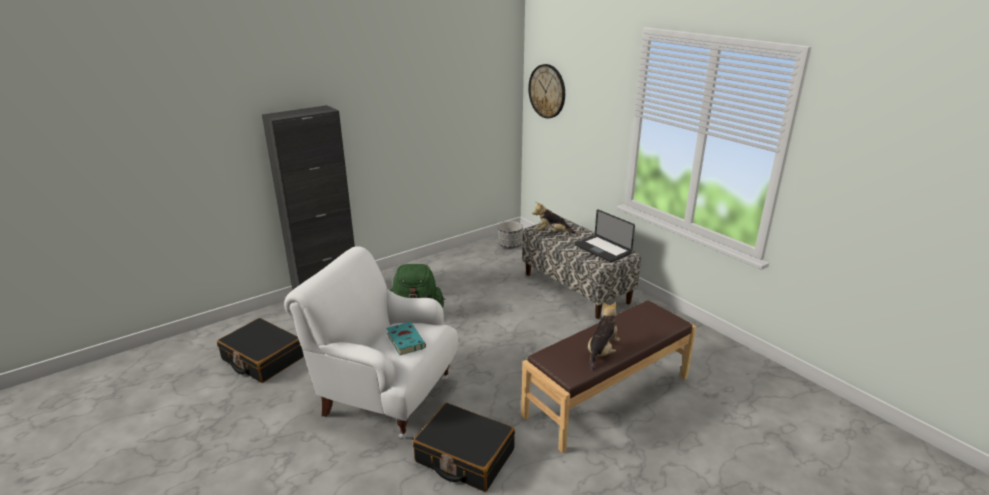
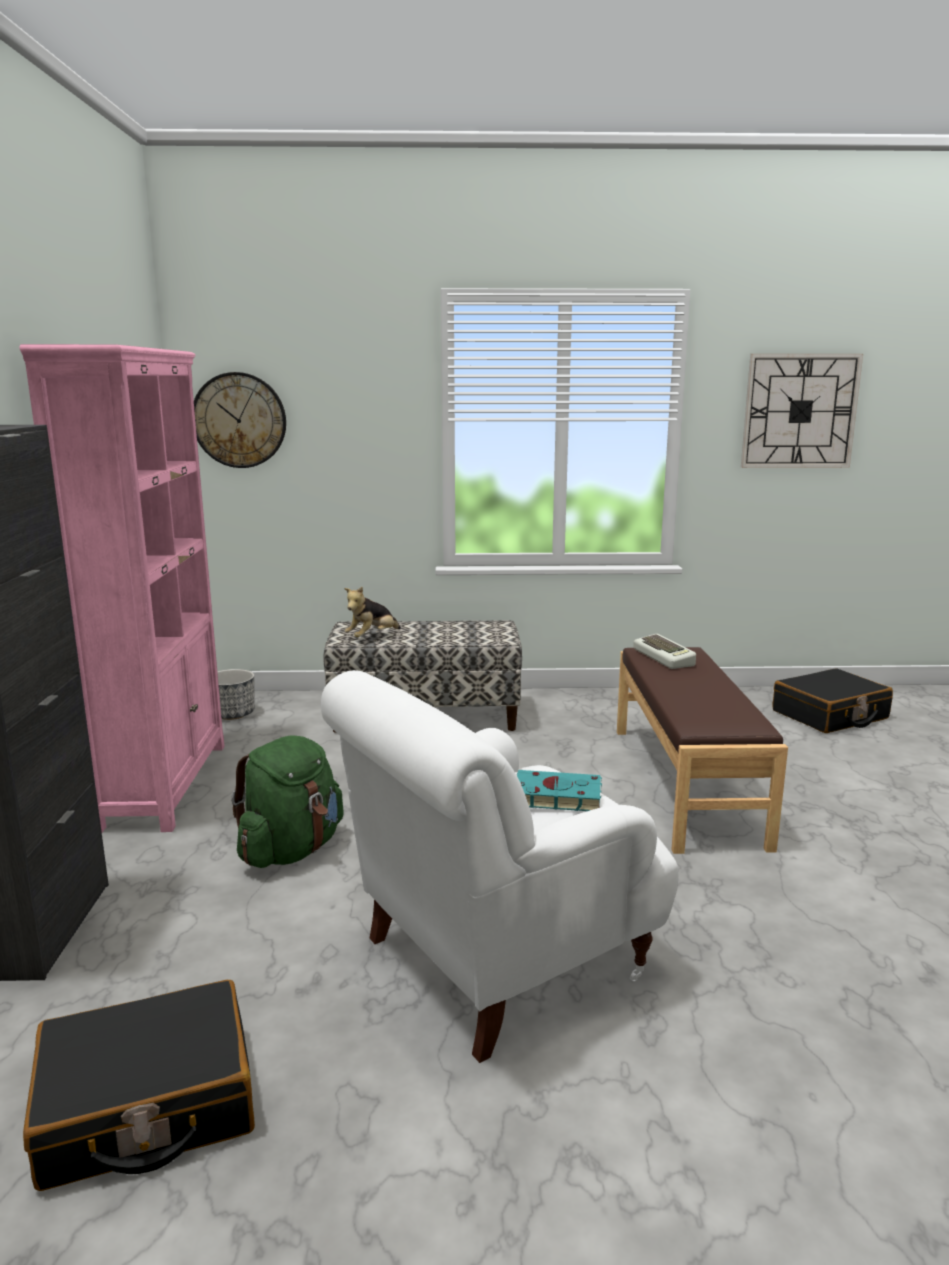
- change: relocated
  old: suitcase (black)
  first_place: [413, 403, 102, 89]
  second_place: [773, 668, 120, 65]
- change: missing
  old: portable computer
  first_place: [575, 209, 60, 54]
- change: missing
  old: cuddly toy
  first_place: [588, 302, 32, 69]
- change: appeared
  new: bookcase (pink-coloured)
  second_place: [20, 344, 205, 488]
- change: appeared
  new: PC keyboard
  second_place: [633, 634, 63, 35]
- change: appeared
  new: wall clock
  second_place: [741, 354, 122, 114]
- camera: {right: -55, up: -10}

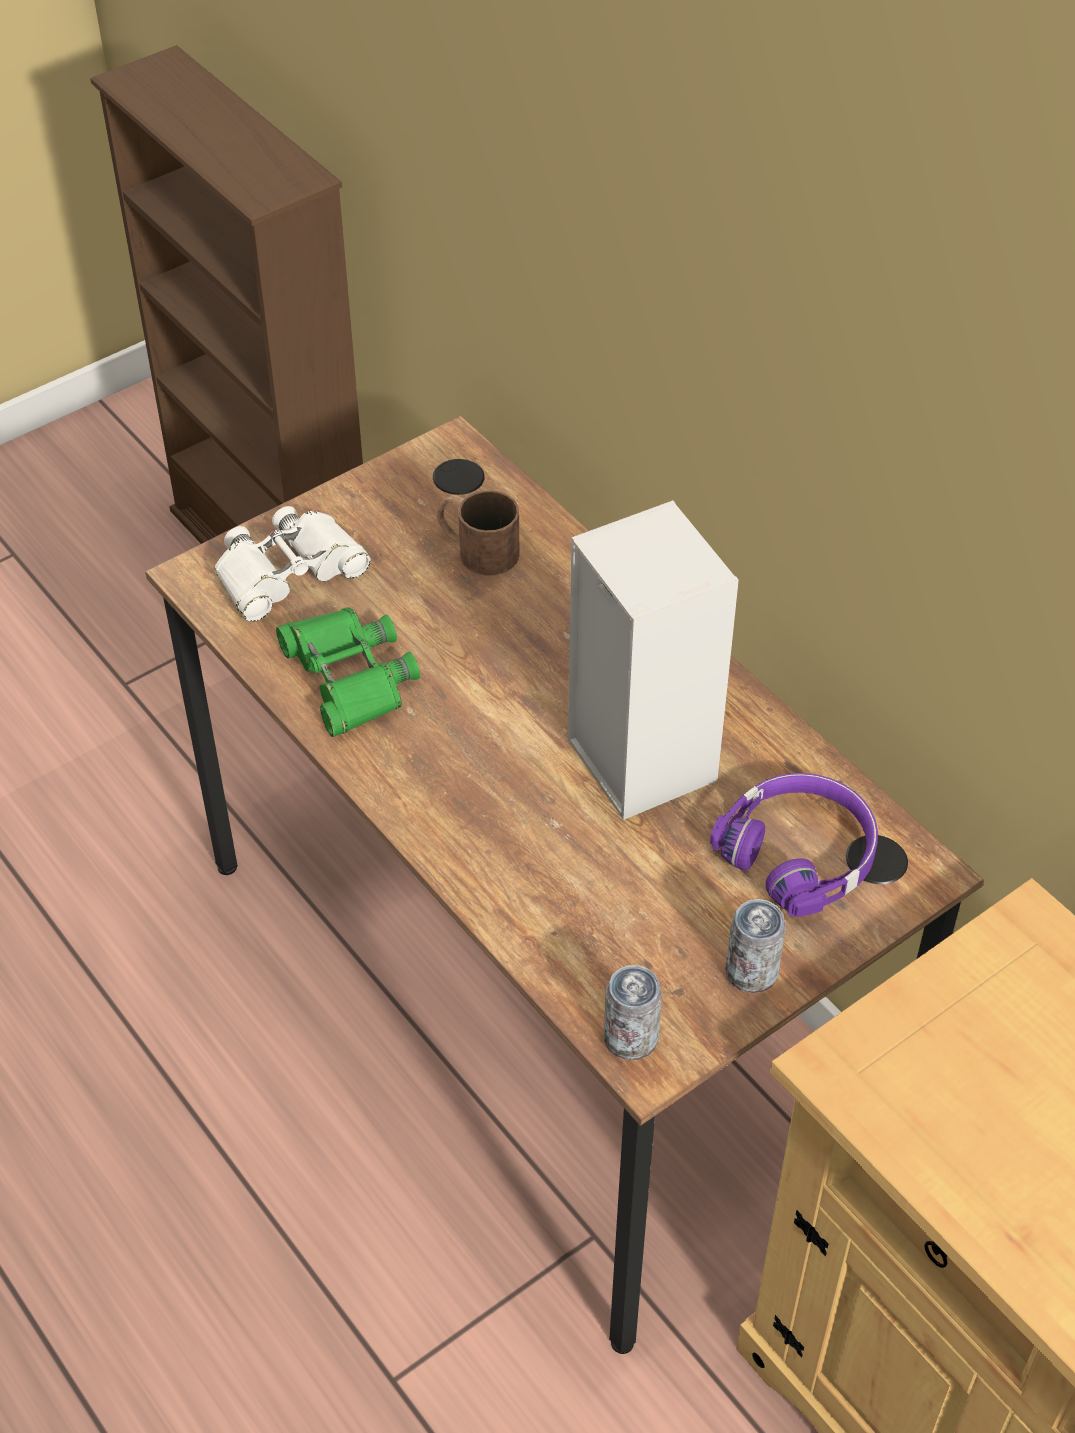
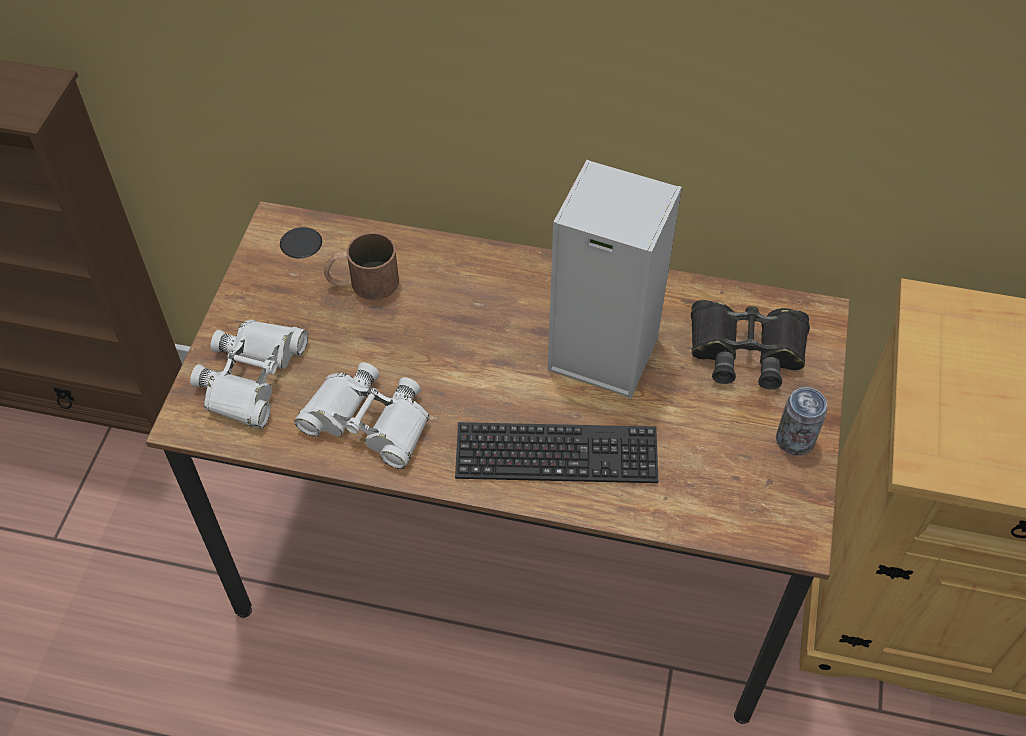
- change: colour
  old: binoculars (green)
  new: binoculars (white)
  first_place: [276, 607, 144, 130]
  second_place: [294, 362, 135, 107]
- change: missing
  old: can
  first_place: [604, 965, 58, 95]
- change: exchanged
  old: headset (purplish)
  new: binoculars (black)
  first_place: [710, 773, 168, 144]
  second_place: [691, 300, 118, 89]
- change: appeared
  new: PC keyboard
  second_place: [455, 422, 203, 61]
- camera: {right: -40, up: 5}

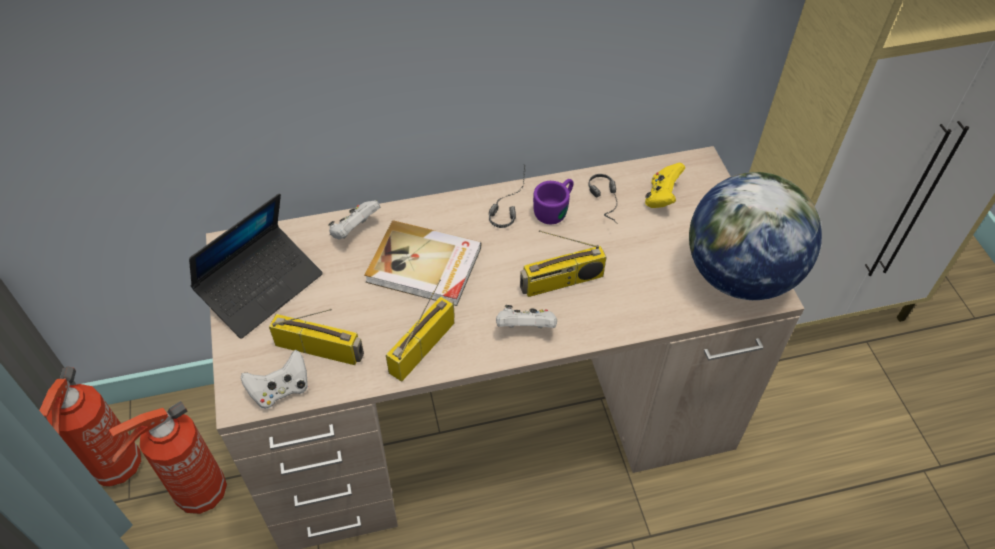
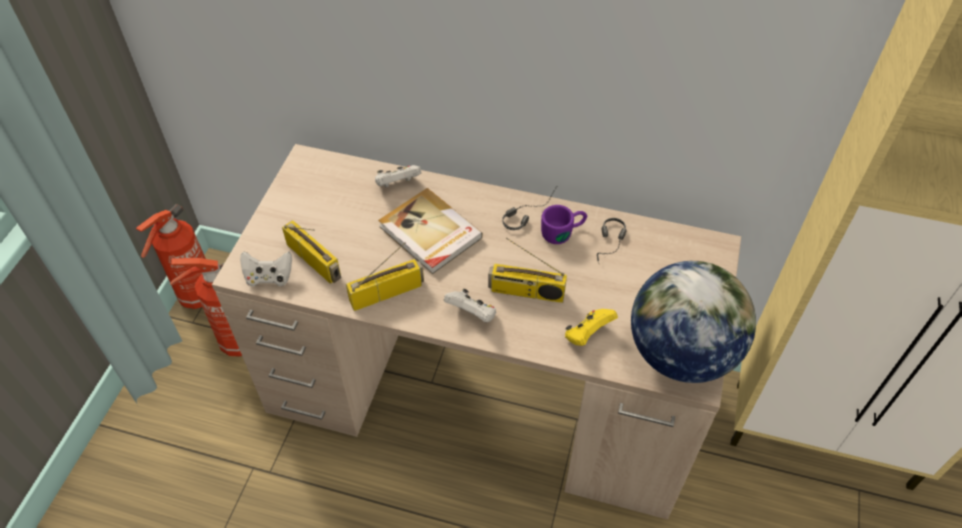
- change: missing
  old: portable computer
  first_place: [189, 193, 134, 146]
- change: relocated
  old: gamepad (yellowish)
  first_place: [645, 163, 40, 45]
  second_place: [565, 309, 53, 37]
- camera: {right: 30, up: 0}

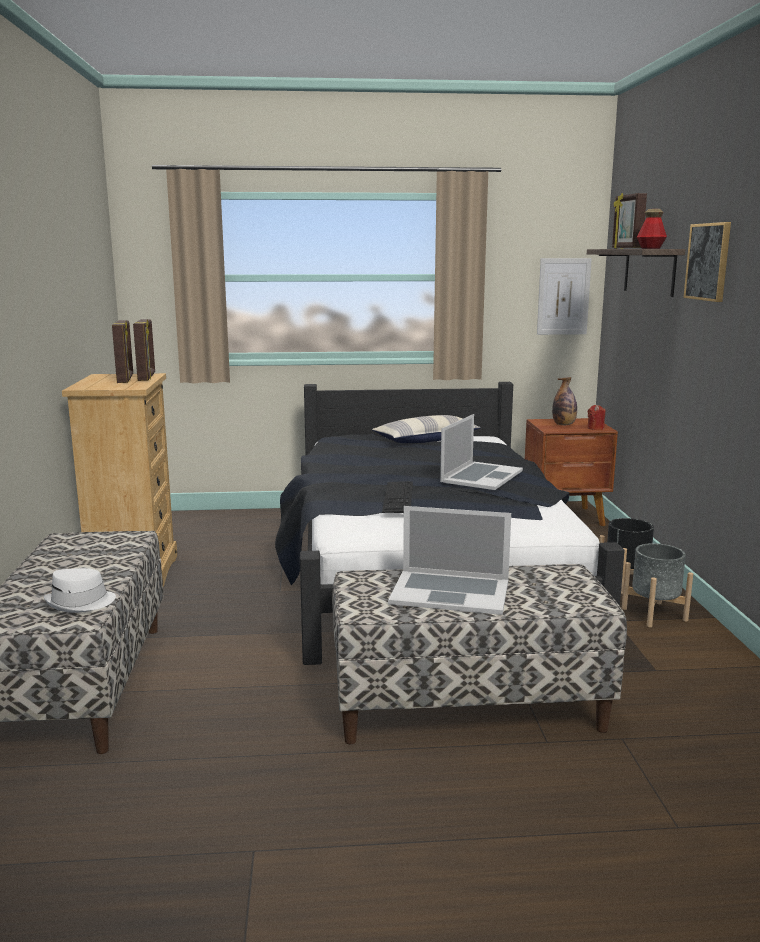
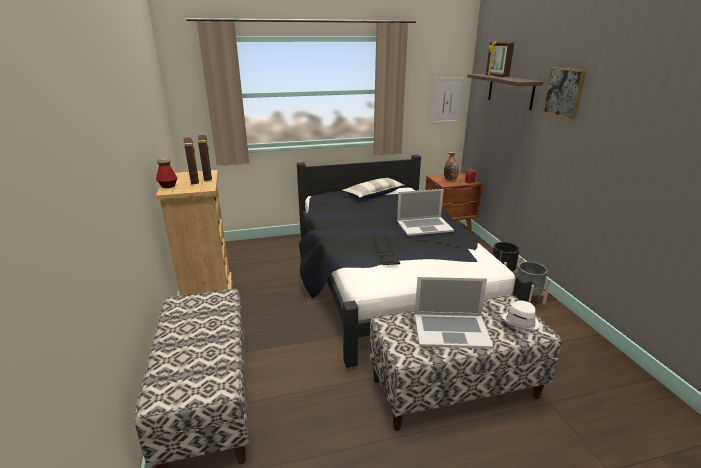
- change: relocated
  old: hat (white)
  first_place: [44, 568, 72, 45]
  second_place: [502, 301, 38, 30]
- change: spun
  old: portable computer
  first_place: [440, 414, 83, 76]
  second_place: [397, 189, 57, 47]
  degrees: 60
- change: relocated
  old: drink bottle
  first_place: [637, 209, 30, 40]
  second_place: [156, 158, 21, 30]
- camera: {right: -10, up: 10}

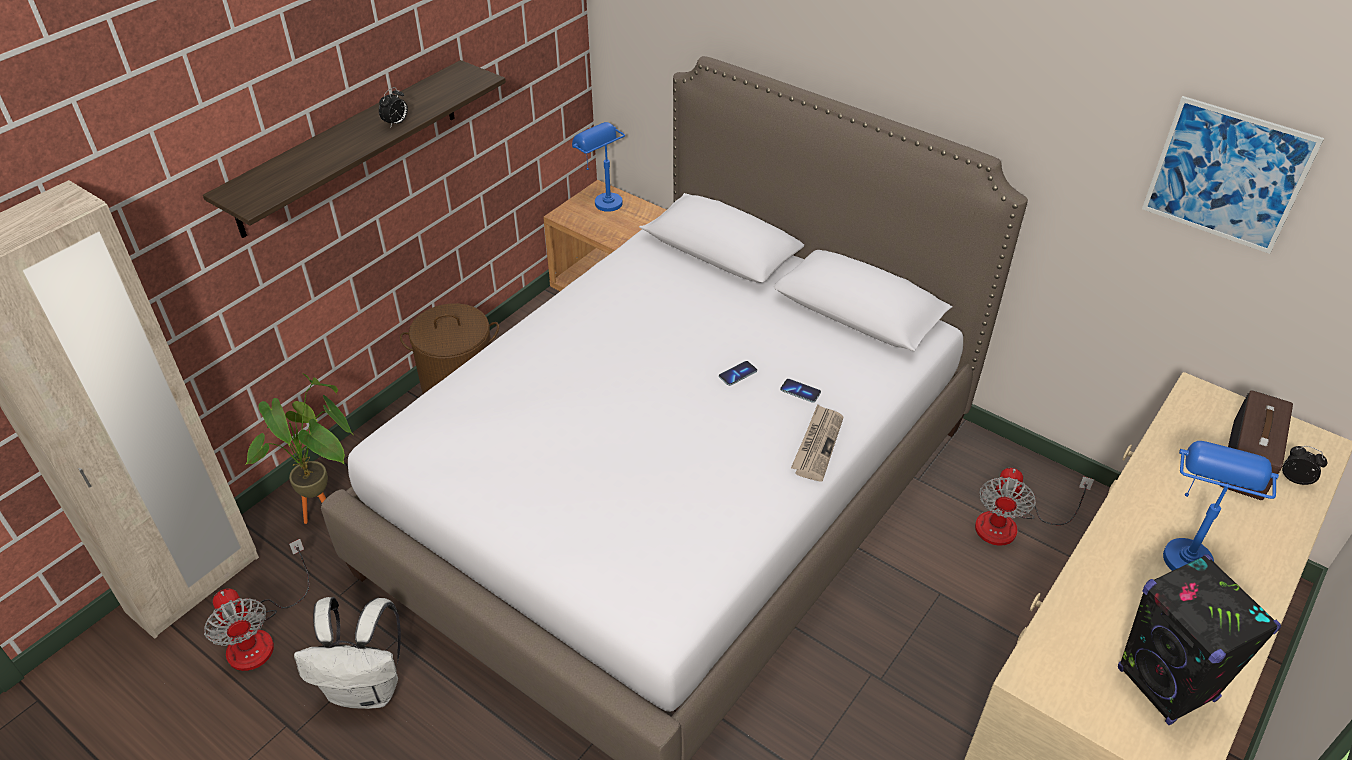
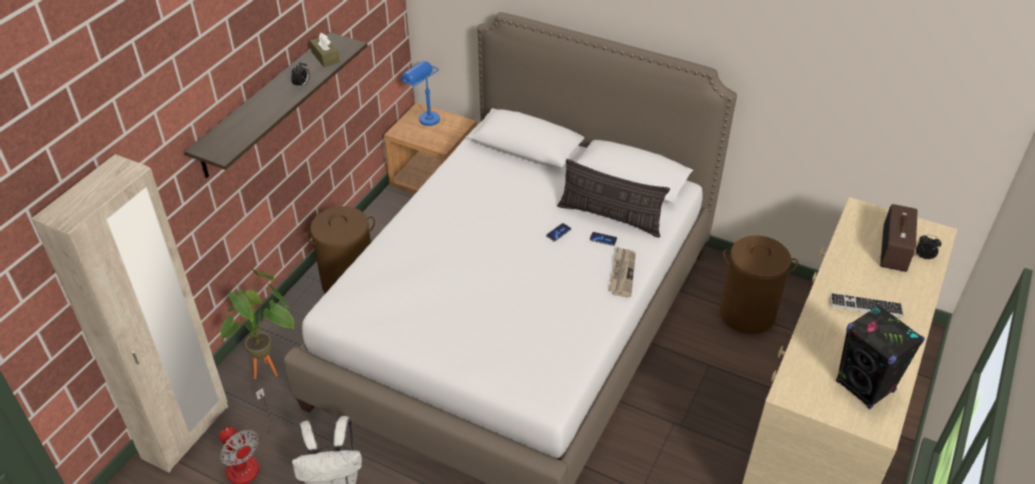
- change: exchanged
  old: fan
  new: laundry basket (brownish)
  first_place: [975, 468, 119, 78]
  second_place: [719, 235, 79, 99]
- change: missing
  old: picture
  first_place: [1142, 96, 182, 158]
- change: exchanged
  old: table lamp (blue)
  new: PC keyboard
  first_place: [1163, 441, 116, 130]
  second_place: [830, 293, 74, 24]
- change: appeared
  new: tissue holder (brownish)
  second_place: [310, 33, 30, 34]
- change: appeared
  new: throw pillow
  second_place: [557, 159, 113, 79]
- camera: {right: -10, up: 0}

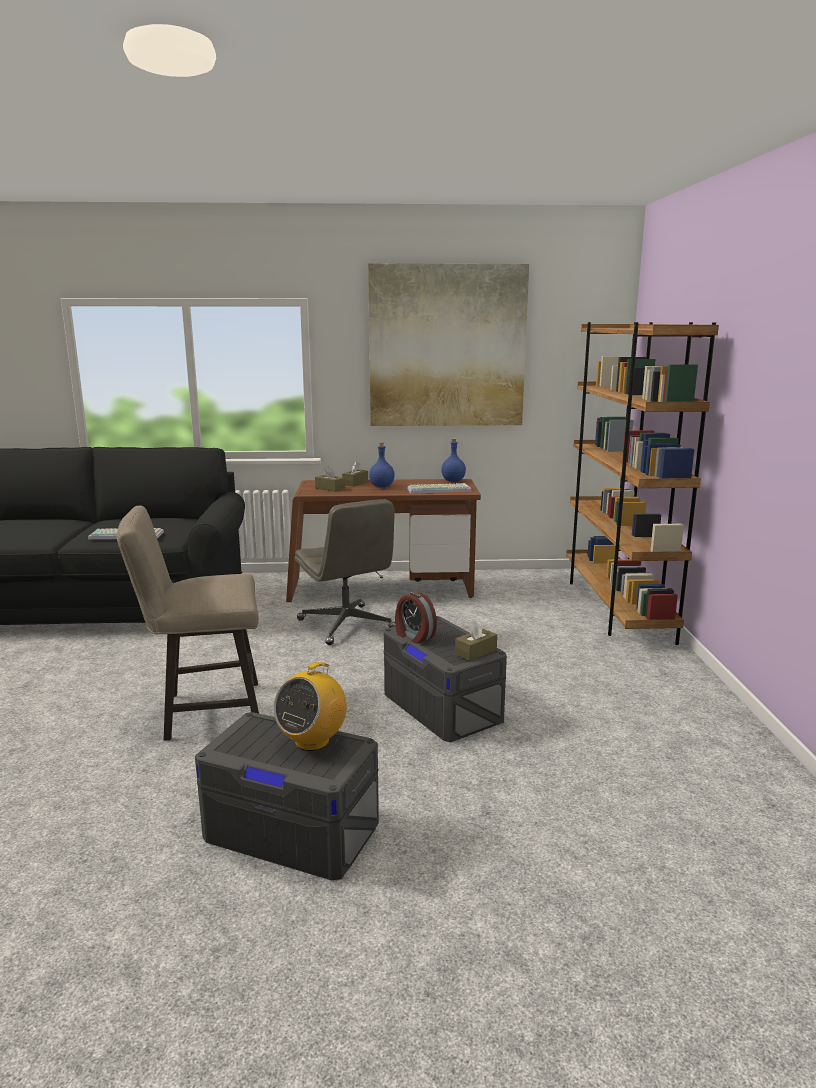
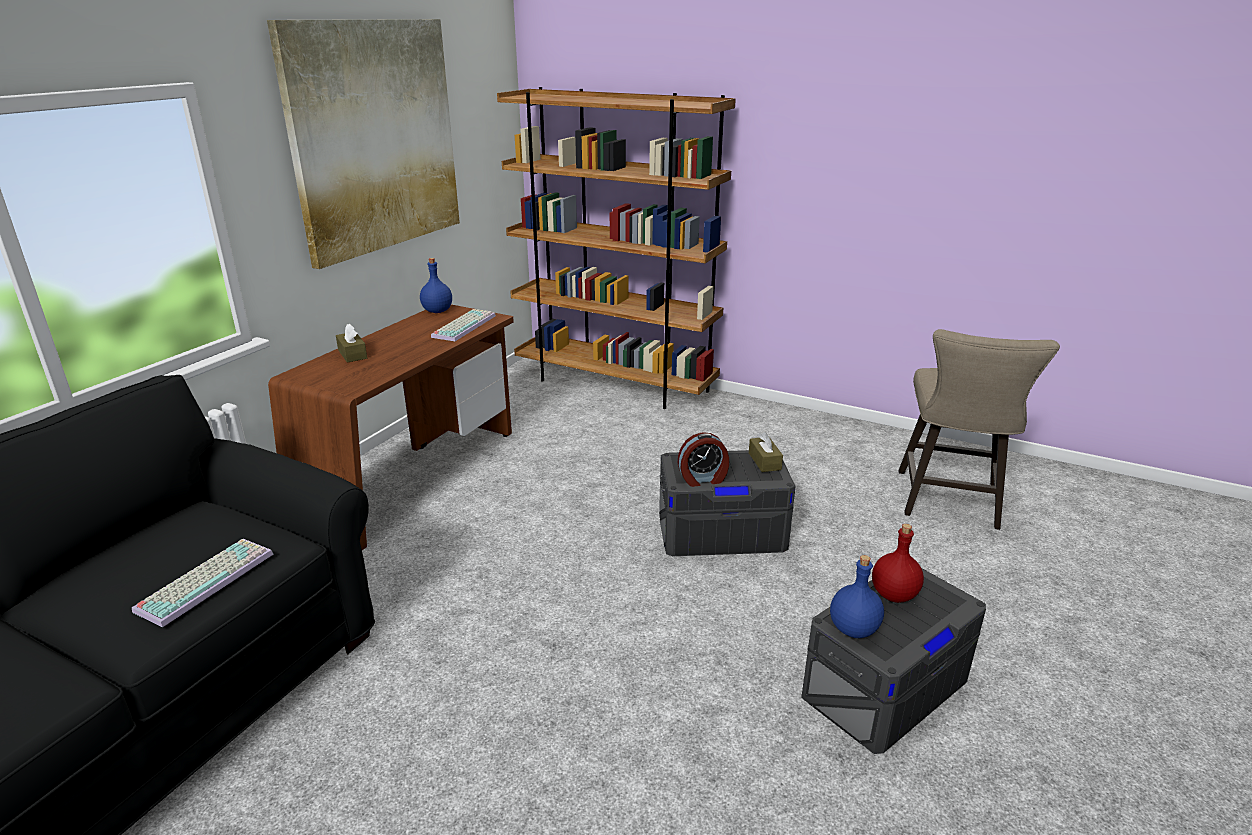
- change: relocated
  old: stool seat (beige-coloured)
  first_place: [117, 506, 142, 235]
  second_place: [898, 329, 162, 201]
- change: exchanged
  old: radio receiver
  new: drink bottle (red)
  first_place: [274, 662, 73, 89]
  second_place: [872, 524, 52, 79]
- change: missing
  old: office chair (greyish)
  first_place: [294, 499, 101, 146]
- change: missing
  old: tissue holder (brownish)
  first_place: [315, 466, 30, 26]
- change: relocated
  old: drink bottle (blue)
  first_place: [369, 443, 26, 44]
  second_place: [830, 555, 54, 83]
- camera: {right: -60, up: 10}

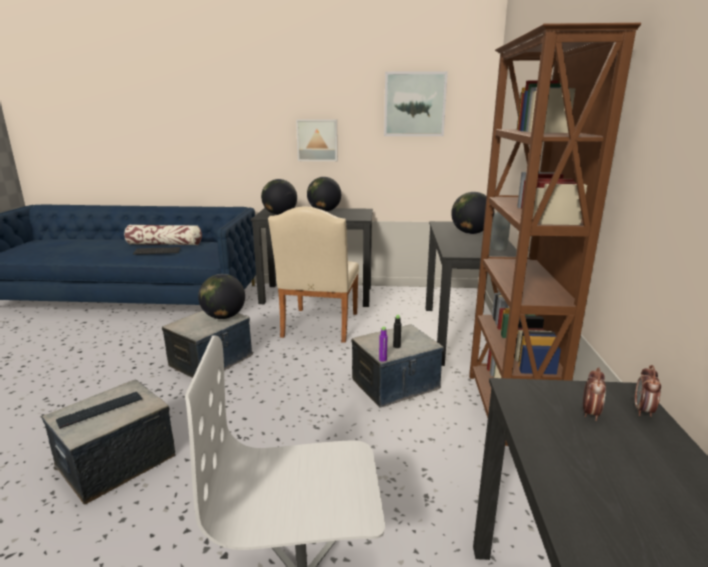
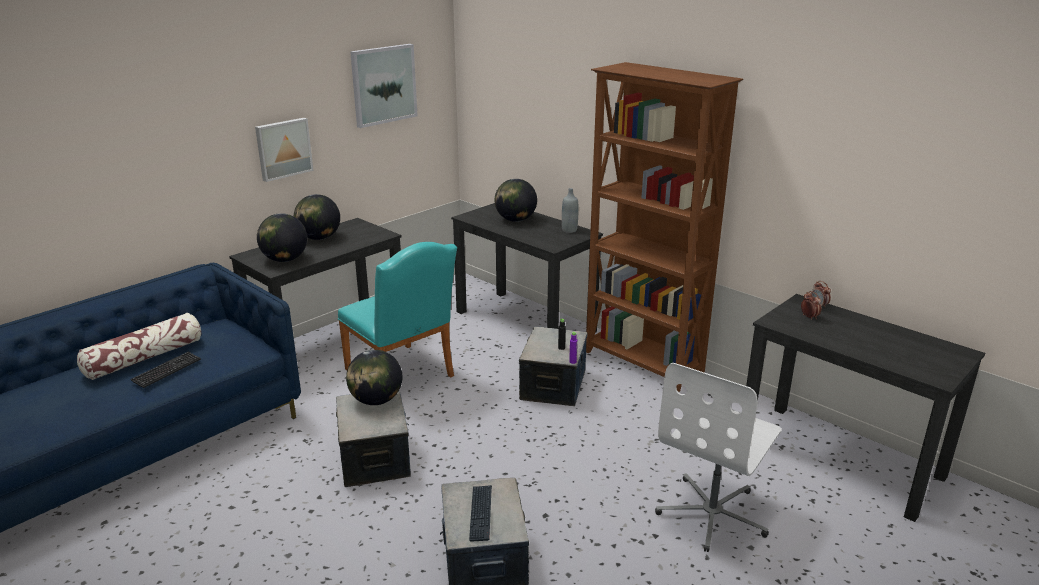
- change: colour
  old: chair (beige-coloured)
  new: chair (turquoise-coloured)
  first_place: [268, 206, 91, 137]
  second_place: [338, 242, 119, 136]
- camera: {right: -50, up: 5}

